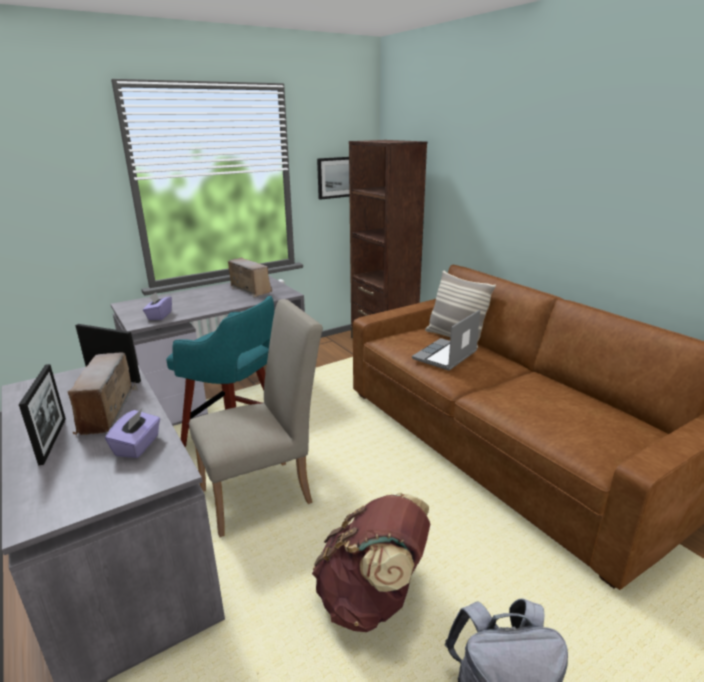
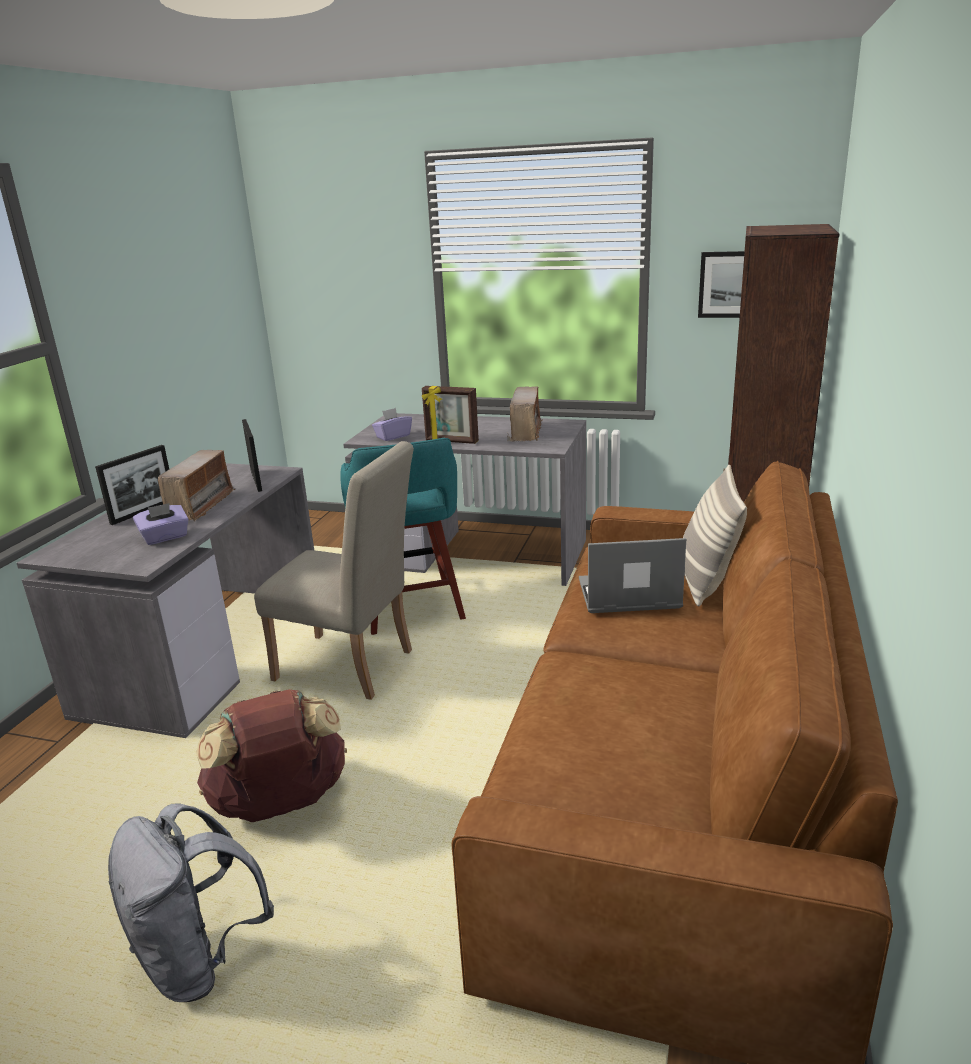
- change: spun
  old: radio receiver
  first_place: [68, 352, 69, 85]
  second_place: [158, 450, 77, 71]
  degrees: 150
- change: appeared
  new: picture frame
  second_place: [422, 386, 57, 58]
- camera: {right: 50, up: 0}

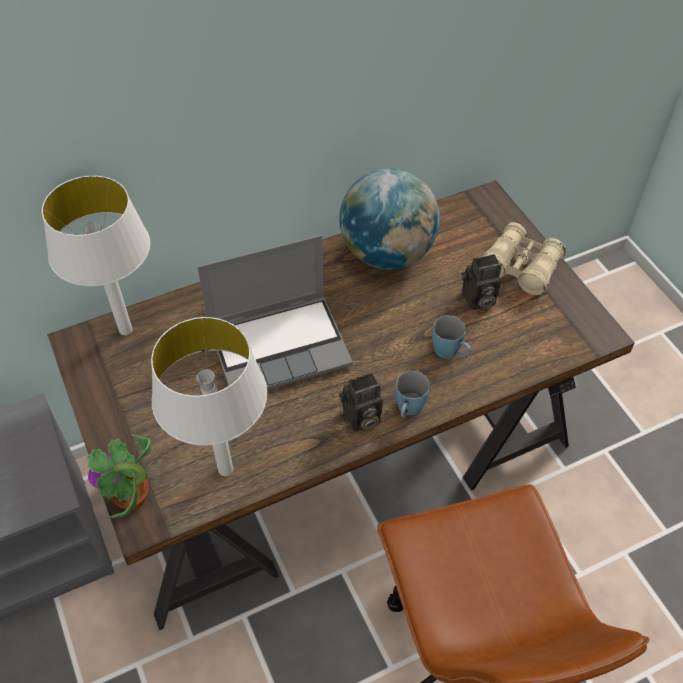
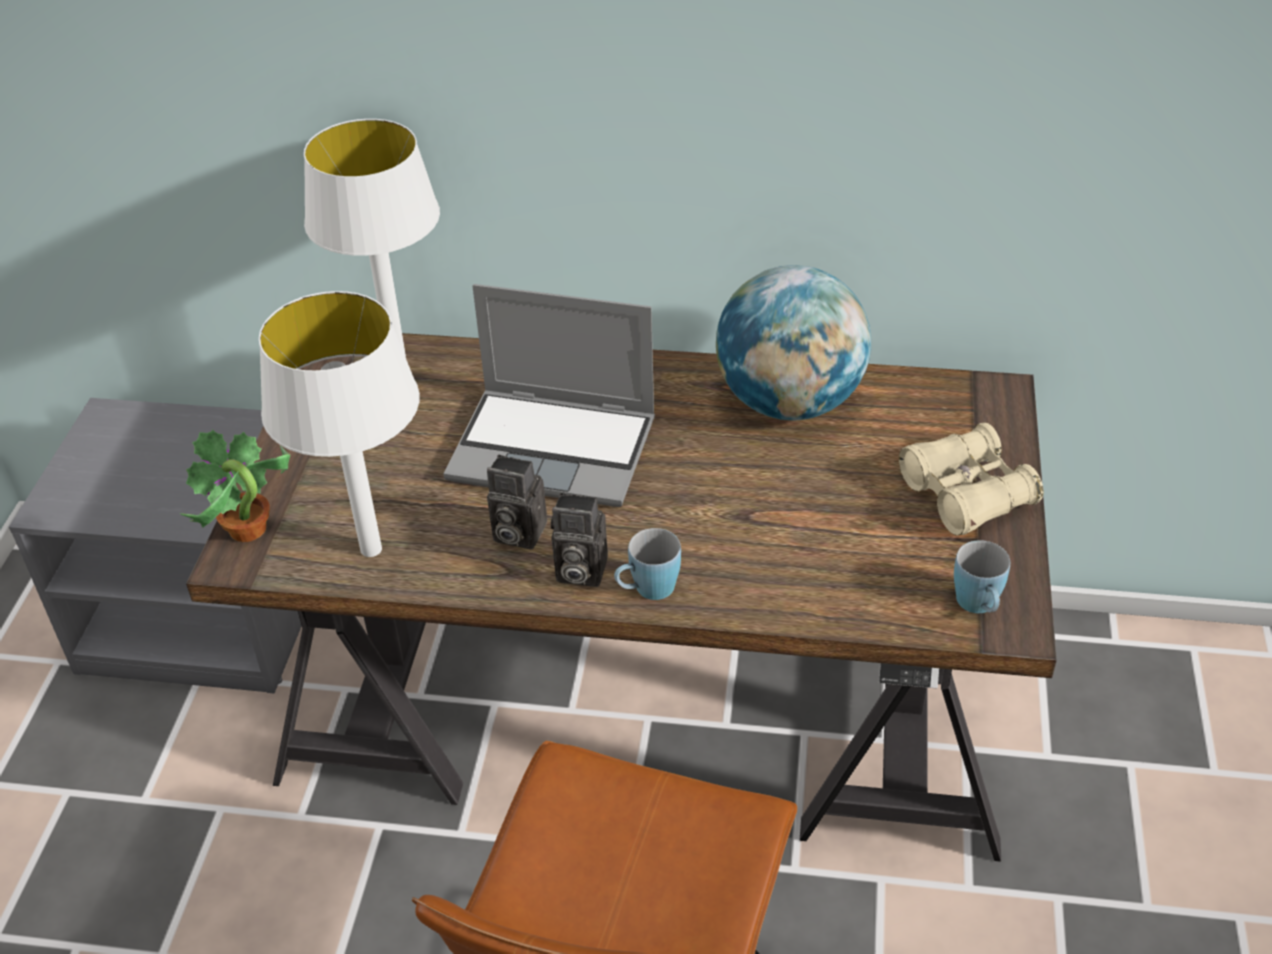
- change: relocated
  old: tea mug (blue)
  first_place: [432, 315, 39, 44]
  second_place: [954, 540, 56, 73]
- change: relocated
  old: photo camera
  first_place: [461, 254, 41, 56]
  second_place: [487, 455, 60, 95]
- camera: {right: 35, up: -10}

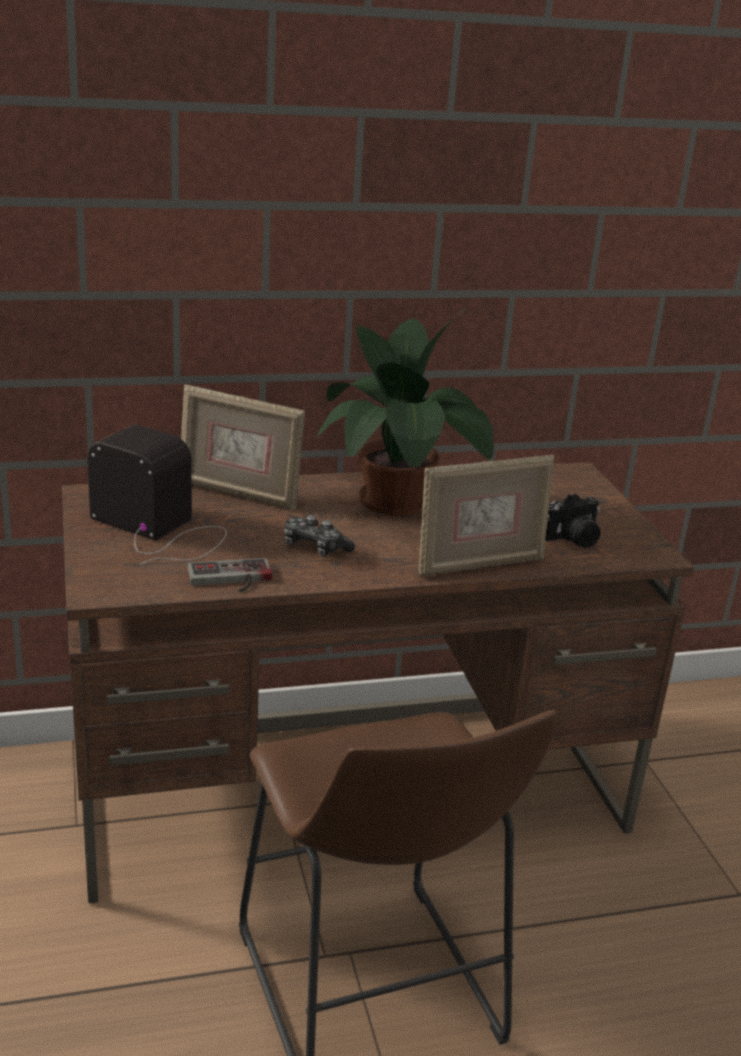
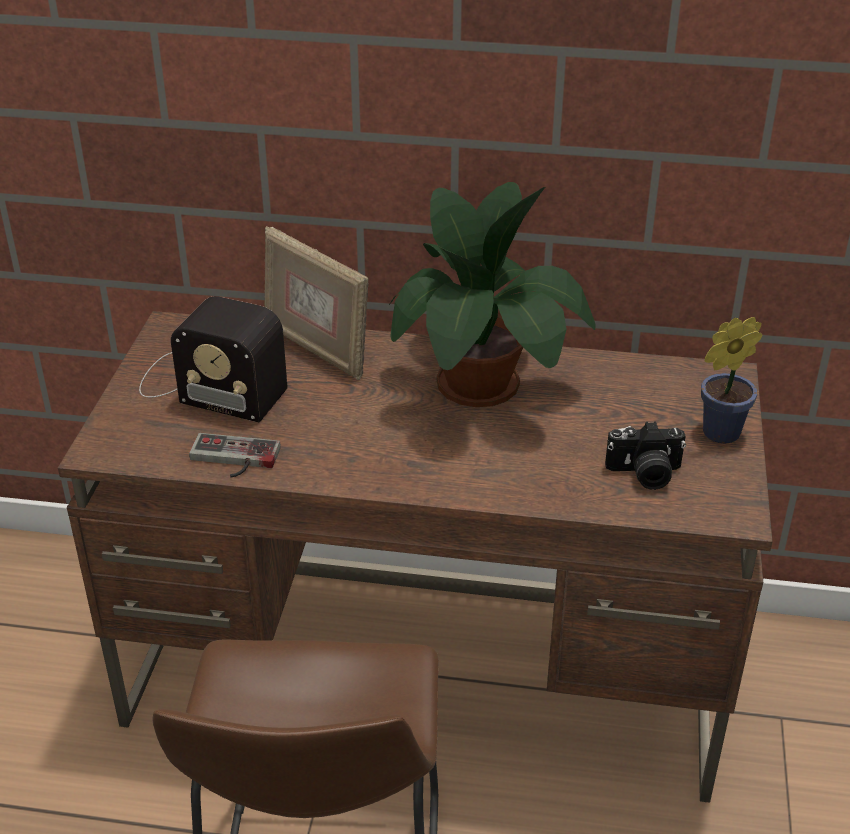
- change: spun
  old: radio receiver
  first_place: [87, 425, 140, 140]
  second_place: [139, 296, 149, 126]
  degrees: 150
- change: missing
  old: gamepad
  first_place: [284, 515, 71, 42]
- change: missing
  old: picture frame
  first_place: [419, 454, 135, 124]
- change: appeared
  new: plant in a pot
  second_place: [701, 317, 61, 127]
- camera: {right: 25, up: 10}

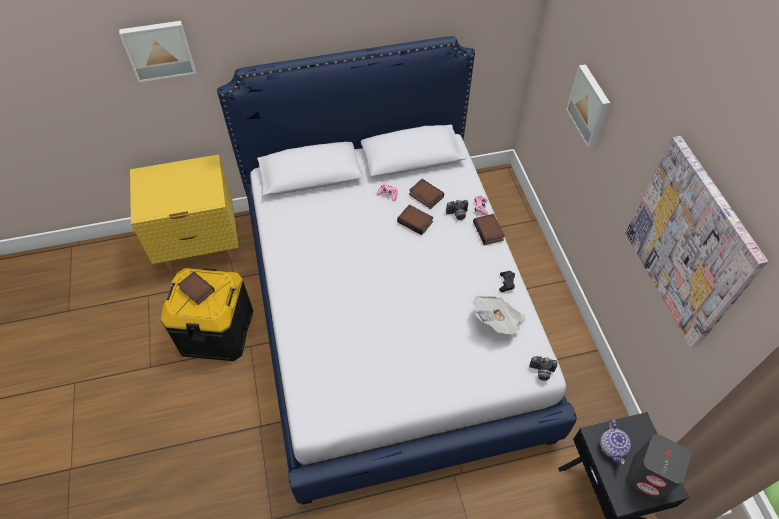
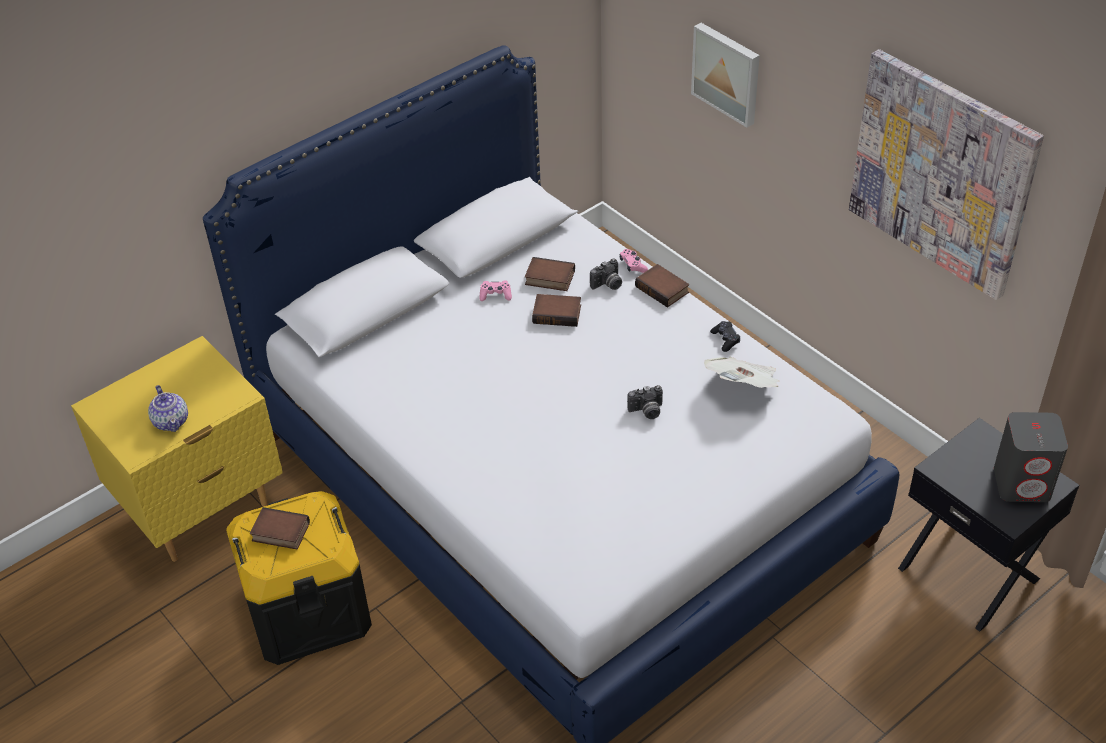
- change: missing
  old: picture
  first_place: [119, 21, 77, 61]
- change: relocated
  old: photo camera
  first_place: [529, 356, 29, 25]
  second_place: [627, 385, 36, 34]
- change: relocated
  old: tea pot
  first_place: [600, 419, 31, 45]
  second_place: [148, 385, 40, 47]
- camera: {right: -25, up: -10}

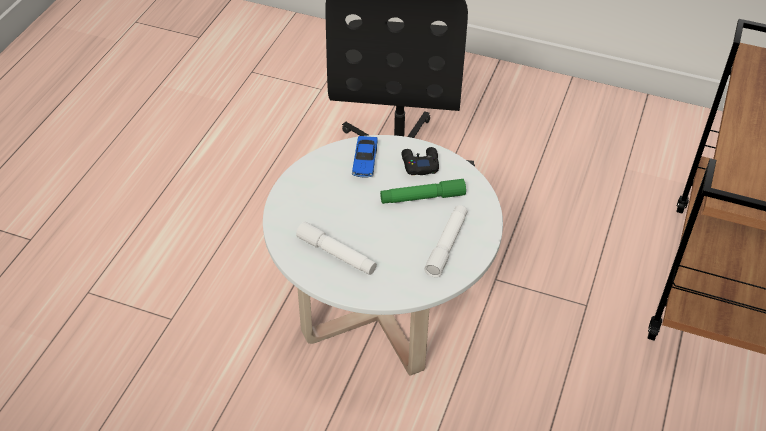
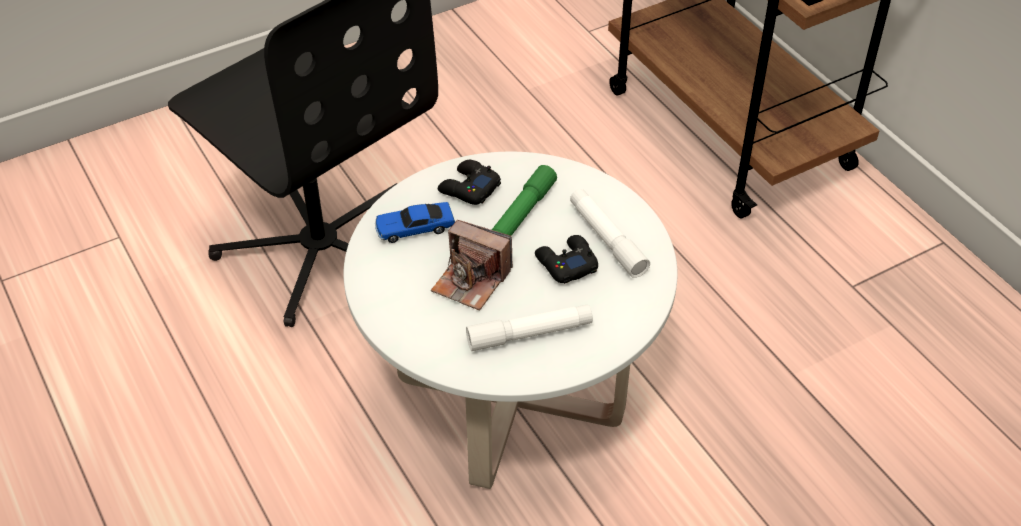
- change: spun
  old: miniature car
  first_place: [352, 136, 26, 41]
  second_place: [375, 202, 80, 41]
  degrees: 120
- change: appeared
  new: photo camera
  second_place: [431, 220, 82, 90]
- change: appeared
  new: gamepad (black)
  second_place: [535, 235, 63, 49]
- camera: {right: -50, up: 0}

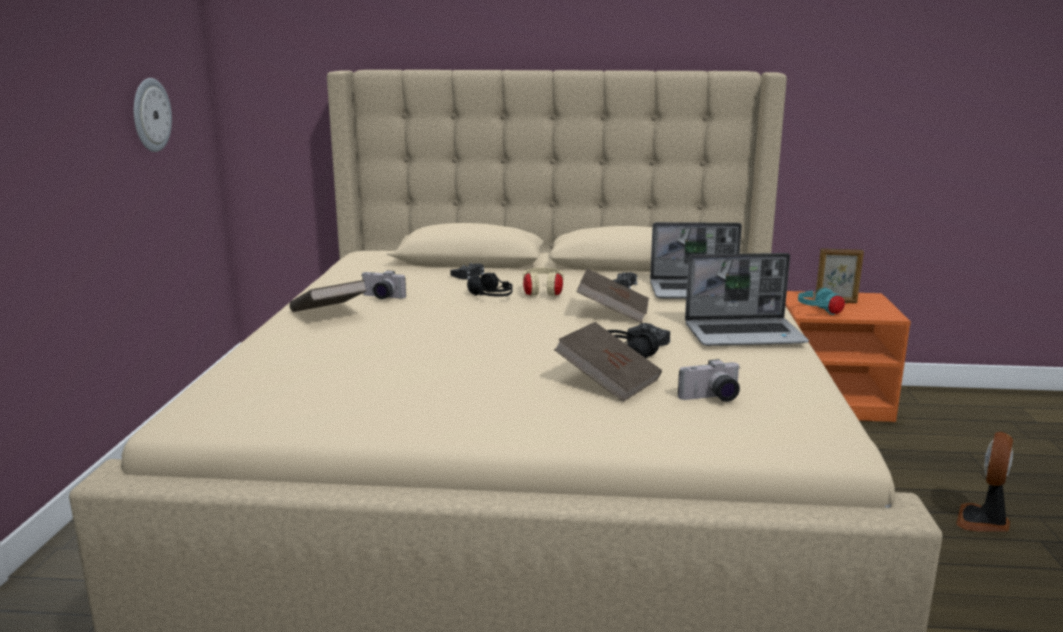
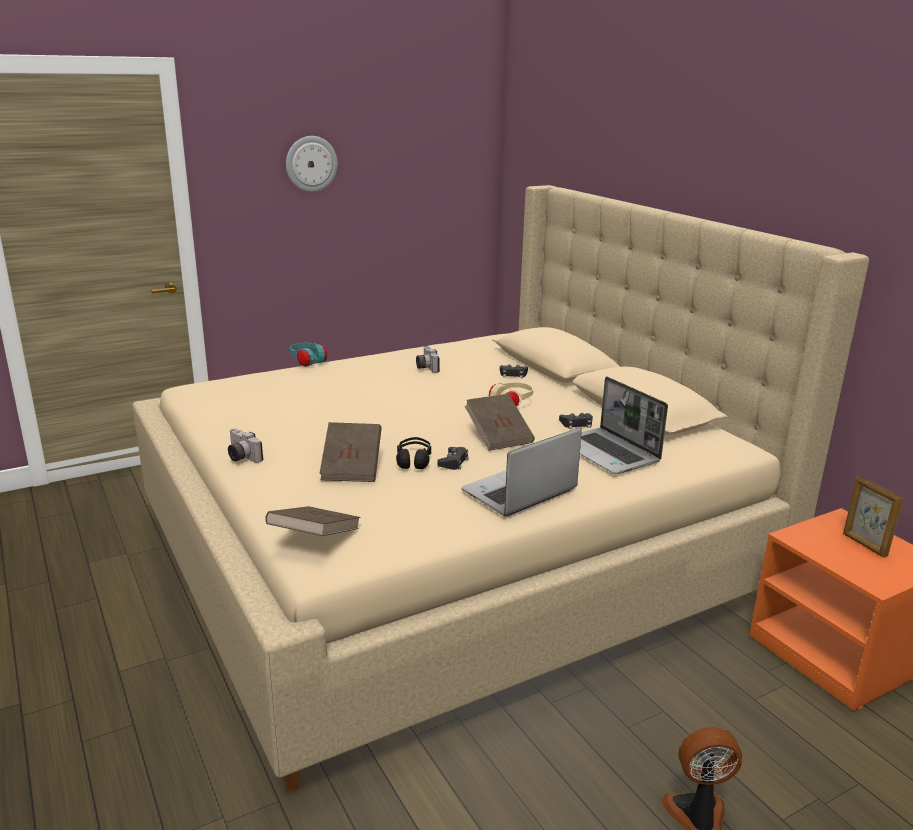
- change: relocated
  old: wall clock
  first_place: [134, 78, 38, 74]
  second_place: [286, 136, 52, 56]
- change: relocated
  old: volume (brownish)
  first_place: [290, 280, 77, 32]
  second_place: [265, 506, 96, 30]
- change: missing
  old: headset (black)
  first_place: [467, 273, 46, 24]
- change: relocated
  old: photo camera
  first_place: [678, 359, 63, 43]
  second_place: [228, 428, 35, 35]
- change: spun
  old: portable computer
  first_place: [685, 253, 124, 93]
  second_place: [461, 428, 121, 89]
  degrees: 90
- change: relocated
  old: headset (turquoise-coloured)
  first_place: [798, 288, 48, 27]
  second_place: [290, 343, 37, 24]
- camera: {right: 55, up: 5}

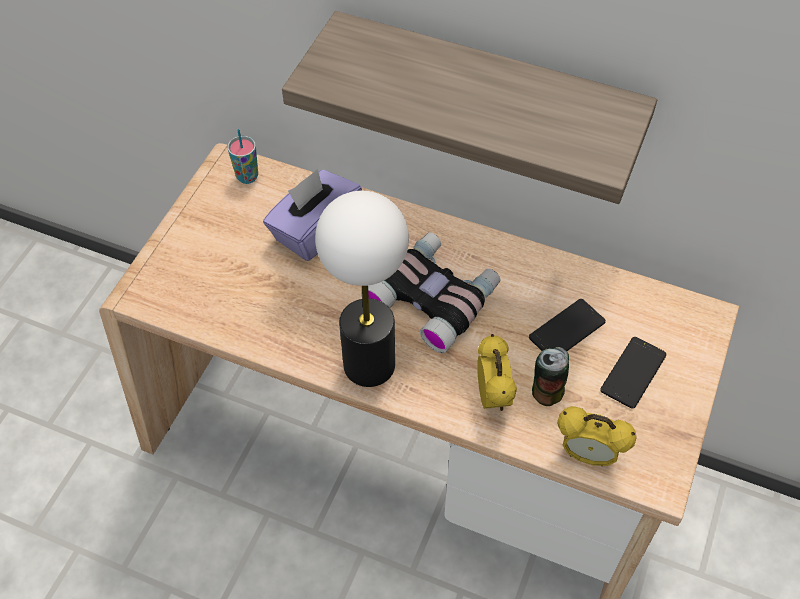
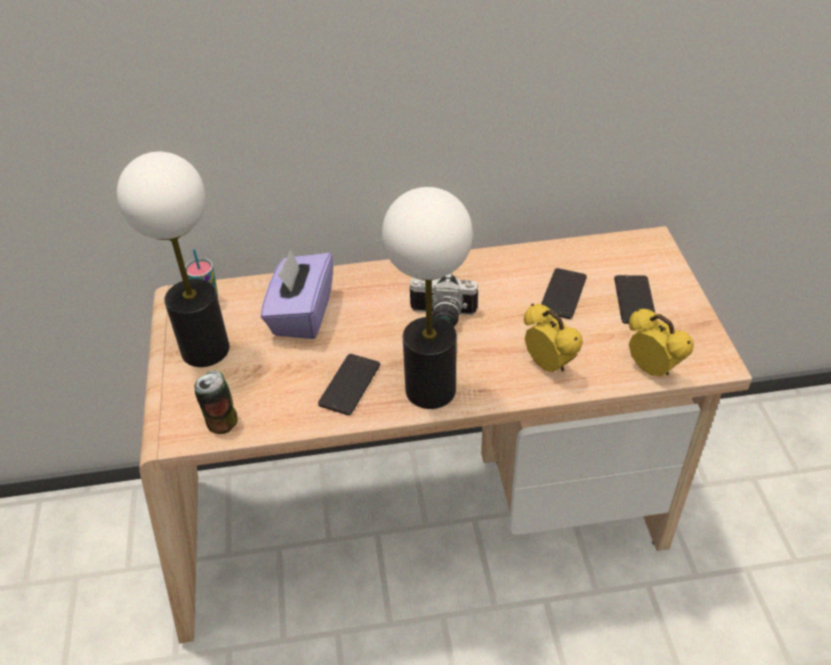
- change: missing
  old: wall shelf
  first_place: [282, 11, 375, 193]
- change: exchanged
  old: binoculars
  new: photo camera
  first_place: [361, 232, 139, 121]
  second_place: [410, 273, 68, 54]
- change: relocated
  old: can
  first_place: [532, 347, 37, 59]
  second_place: [195, 371, 43, 63]
- change: spun
  old: bedside clock
  first_place: [557, 406, 80, 60]
  second_place: [629, 308, 65, 69]
  degrees: -120
- change: appeared
  new: table lamp
  second_place: [117, 152, 113, 215]
- change: appeared
  new: telephone
  second_place: [318, 354, 62, 61]
- camera: {right: -30, up: -10}

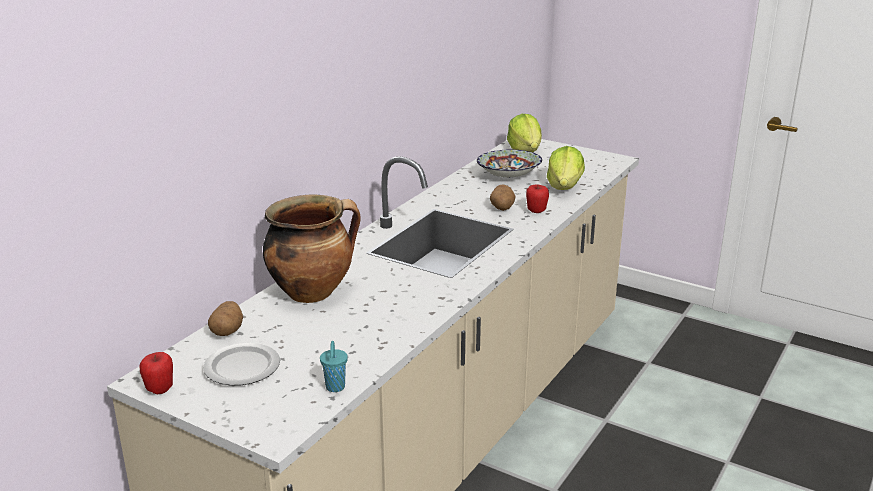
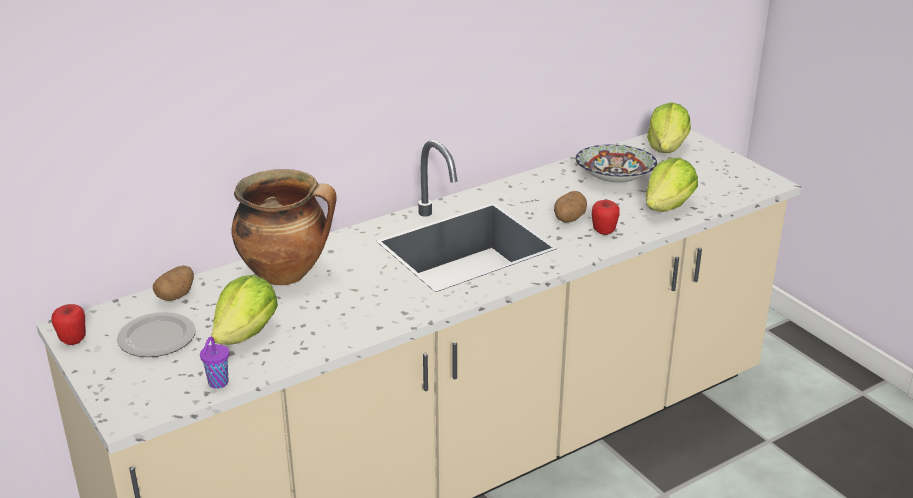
- change: colour
  old: drinking cup (turquoise-coloured)
  new: drinking cup (purplish)
  first_place: [320, 341, 28, 51]
  second_place: [200, 337, 29, 52]
- change: appeared
  new: lettuce
  second_place: [211, 275, 67, 70]
- camera: {right: 25, up: 5}

